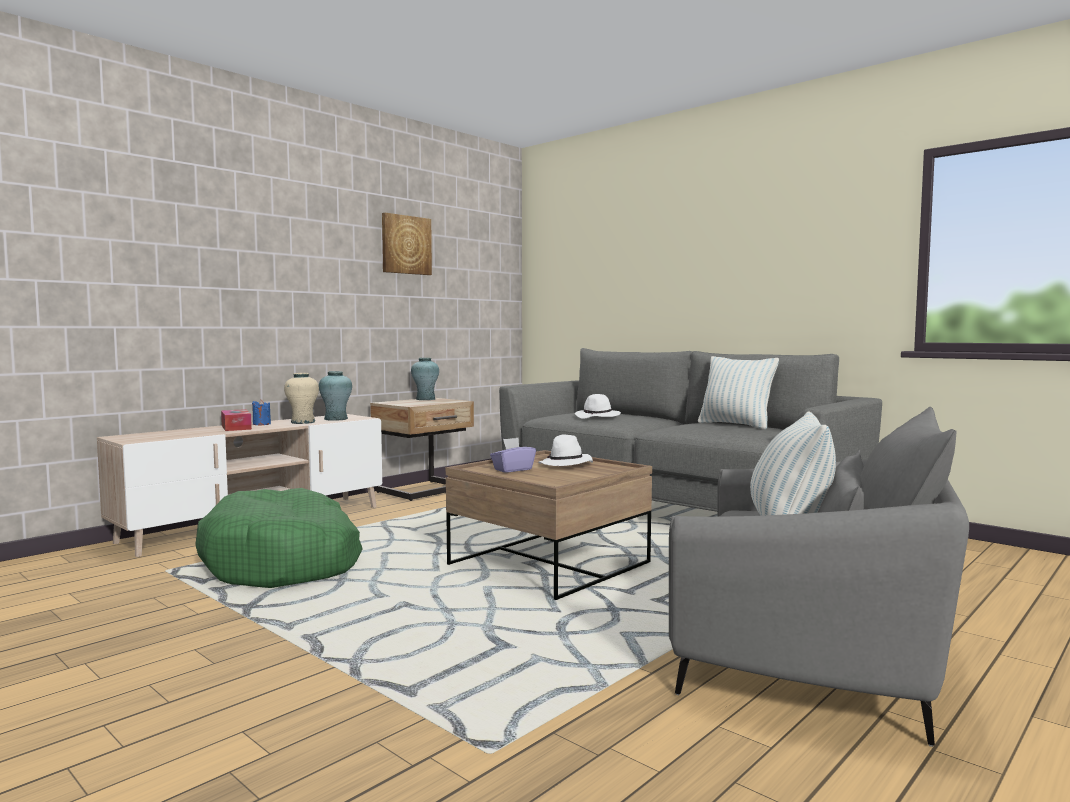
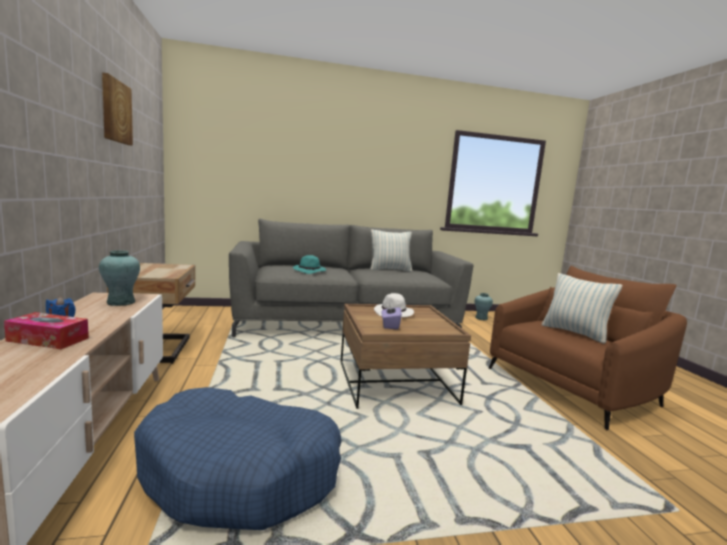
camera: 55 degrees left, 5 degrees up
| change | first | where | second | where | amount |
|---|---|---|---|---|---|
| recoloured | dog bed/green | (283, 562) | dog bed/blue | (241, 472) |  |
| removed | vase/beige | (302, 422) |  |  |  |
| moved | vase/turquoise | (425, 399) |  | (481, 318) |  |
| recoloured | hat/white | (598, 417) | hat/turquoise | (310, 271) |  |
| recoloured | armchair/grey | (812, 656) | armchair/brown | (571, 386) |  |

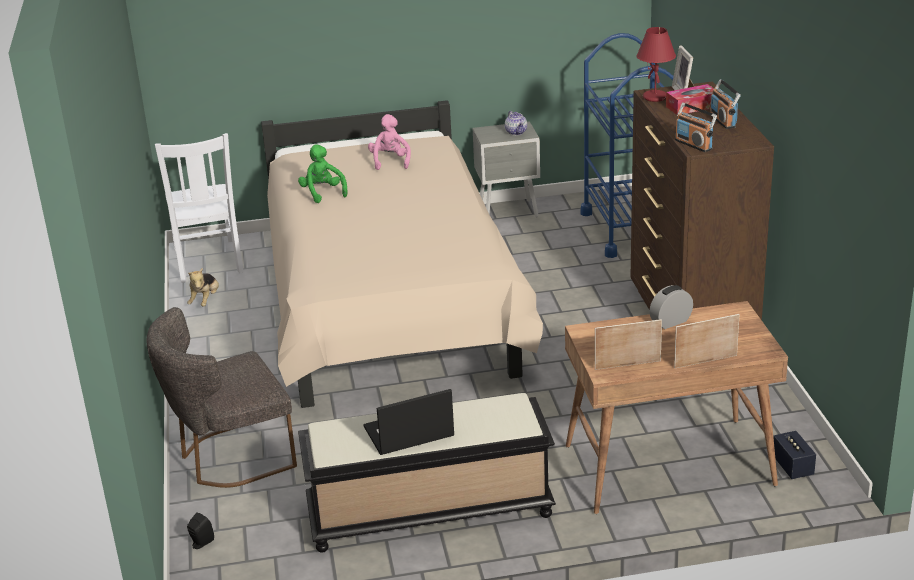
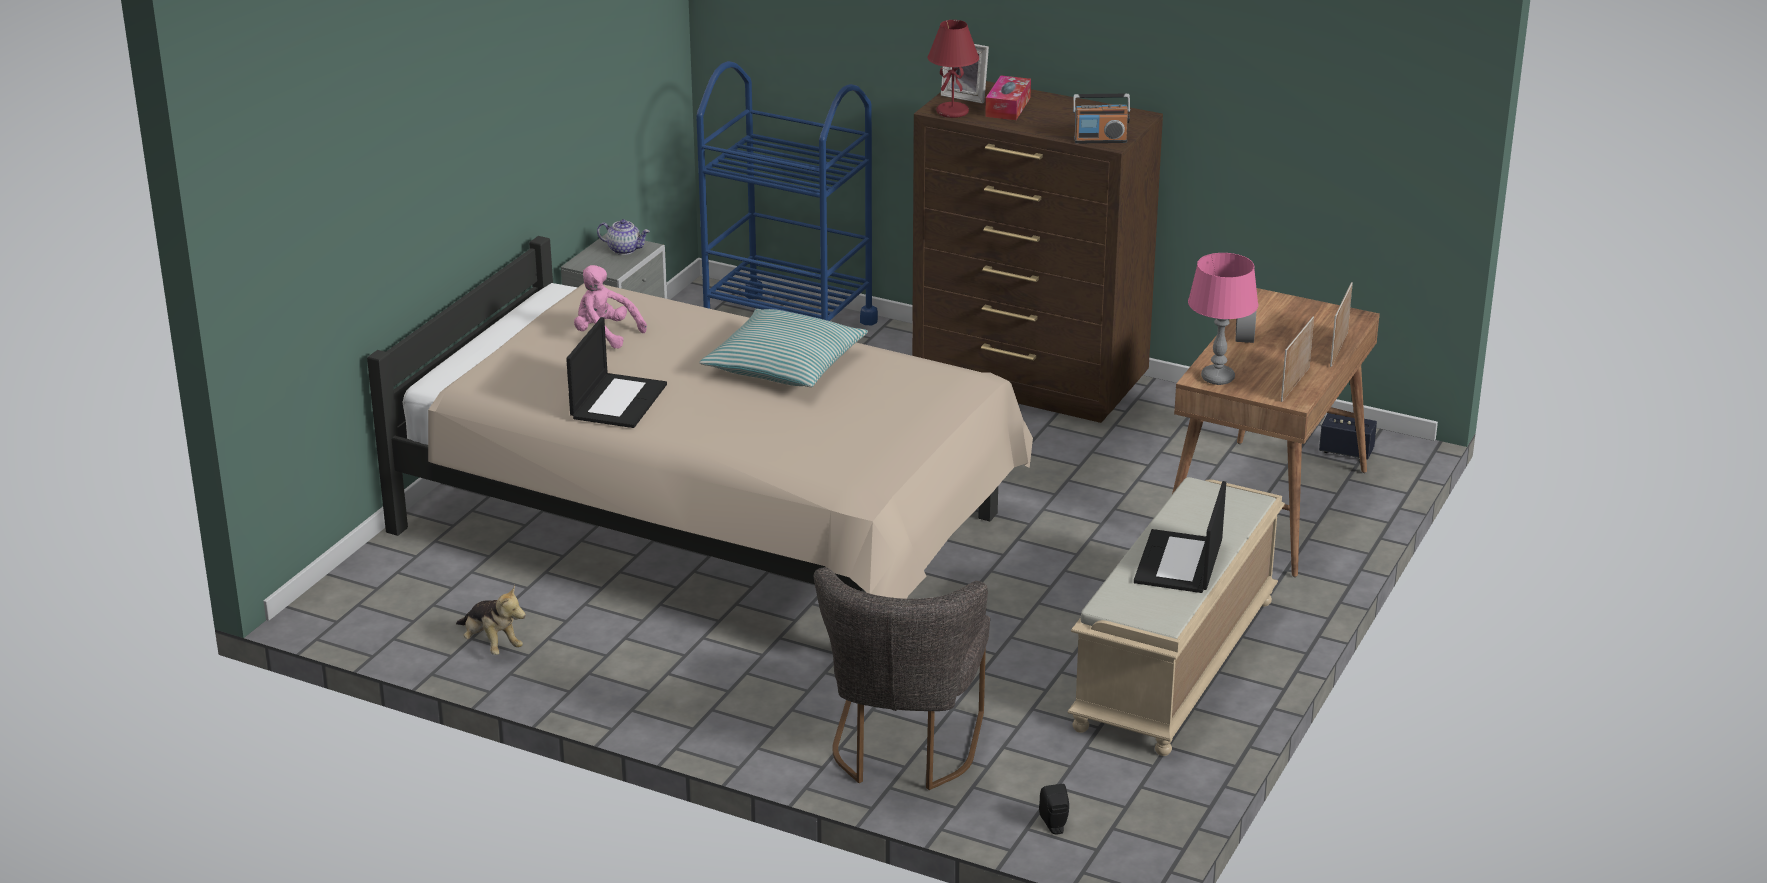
camera: 55 degrees left, 0 degrees up
| change | first | where | second | where | amount |
|---|---|---|---|---|---|
| removed | chair/white | (208, 262) |  |  |  |
| replaced | plush toy/green | (323, 193) | laptop | (618, 400) |  |
| recoloured | bench/black | (428, 512) | bench/beige | (1176, 665) |  |
| removed | radio | (723, 121) |  |  |  |
| added |  |  | pillow | (784, 365) |  |
| added |  |  | table lamp/pink | (1218, 378) |  |

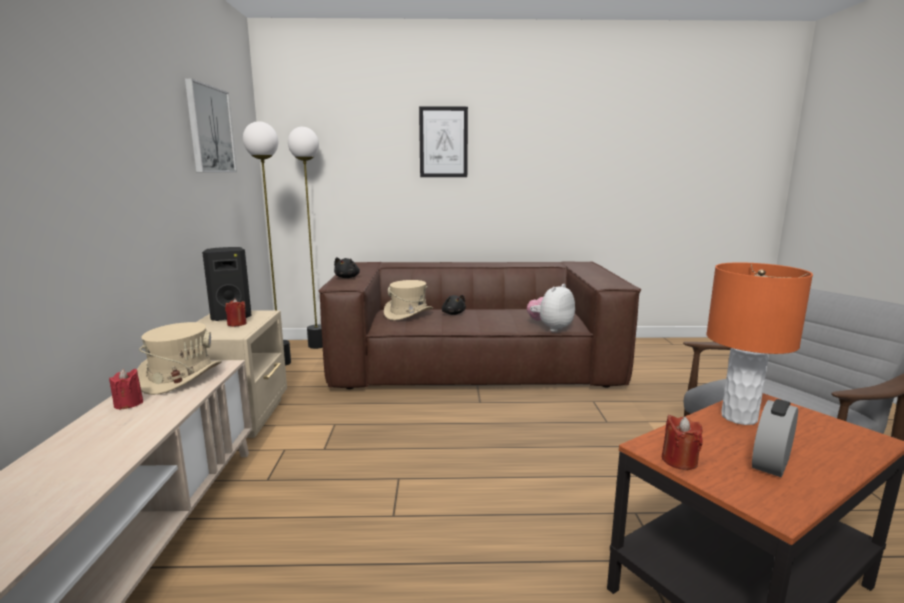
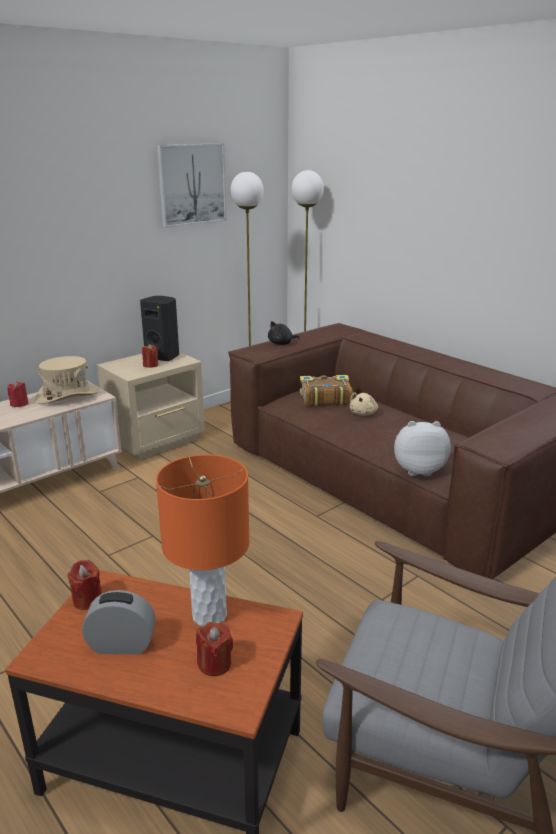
camera: 50 degrees right, 10 degrees up
| change | first | where | second | where | amount |
|---|---|---|---|---|---|
| replaced | hat/beige | (408, 314) | book | (324, 398) |  |
| removed | picture | (443, 142) |  |  |  |
| recoloured | plush toy/black | (453, 313) | plush toy/beige | (363, 413) |  |
| added |  |  | candle/red | (214, 664) |  |

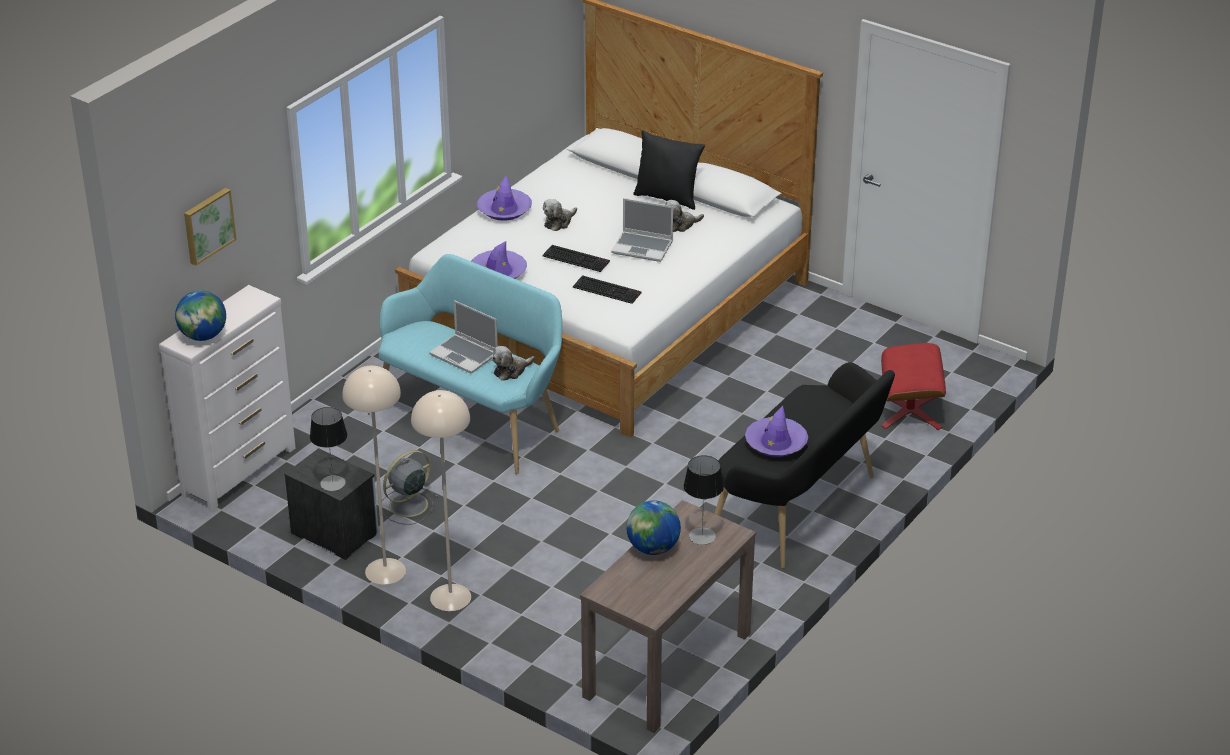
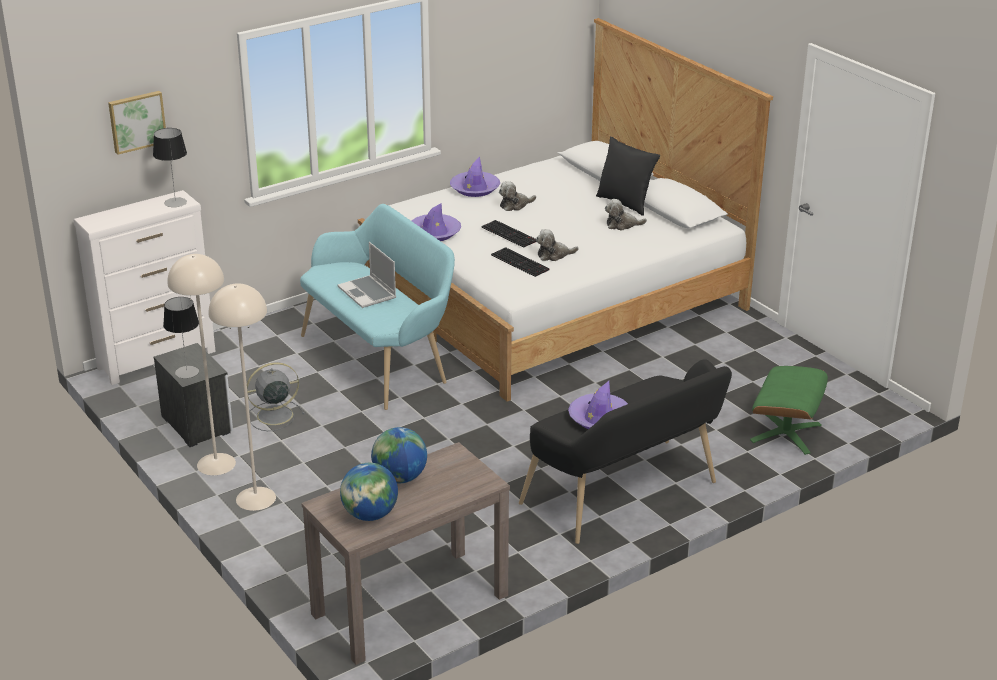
camera: 20 degrees right, 5 degrees down
| change | first | where | second | where | amount |
|---|---|---|---|---|---|
| moved | globe | (203, 336) |  | (370, 515) |  |
| moved | plush toy | (511, 371) |  | (554, 255) |  |
| removed | laptop | (643, 247) |  |  |  |
| moved | table lamp | (702, 536) |  | (175, 202) |  |
| recoloured | ottoman/red | (910, 411) | ottoman/green | (786, 433) |  |

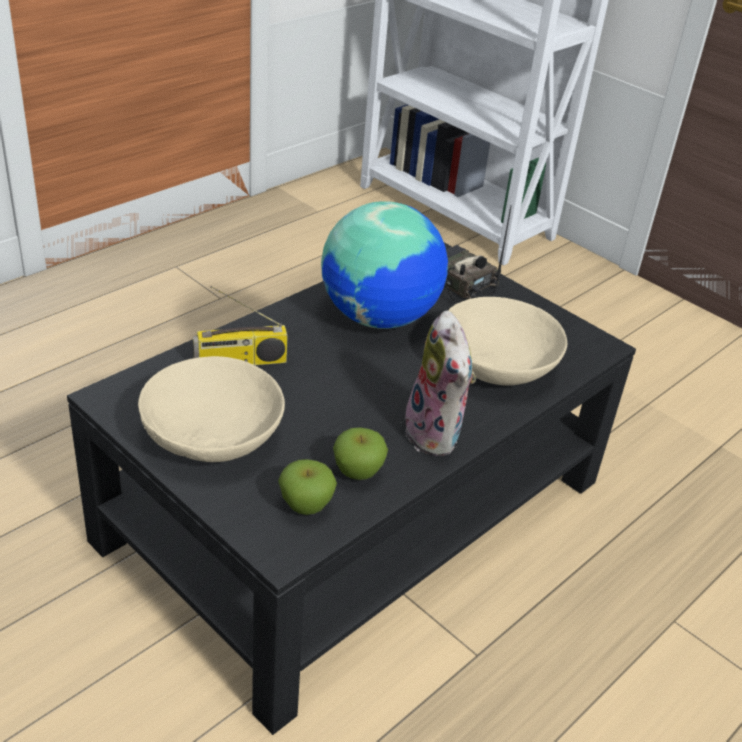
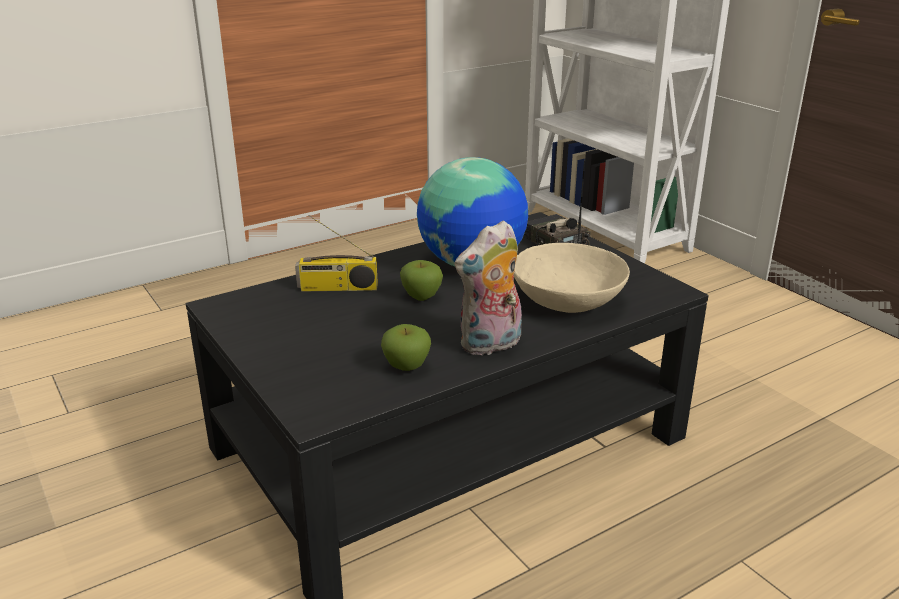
camera: 15 degrees right, 10 degrees down
| change | first | where | second | where | amount |
|---|---|---|---|---|---|
| removed | bowl/beige | (213, 436) |  |  |  |
| moved | apple | (306, 506) |  | (421, 297) |  |
| turned | plush toy | (437, 435) |  | (491, 345) | 60 degrees clockwise |

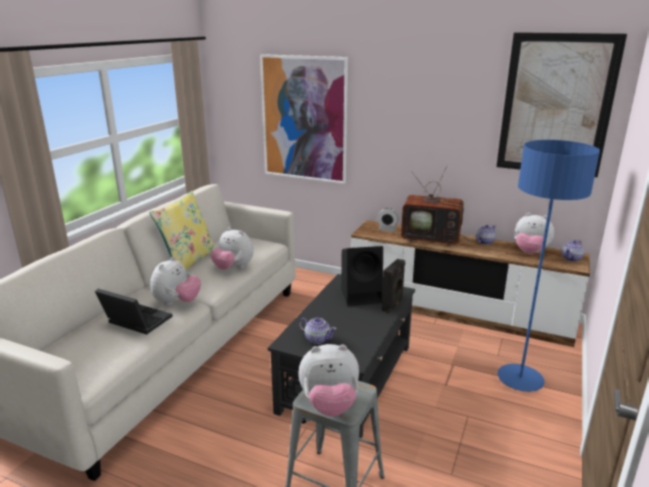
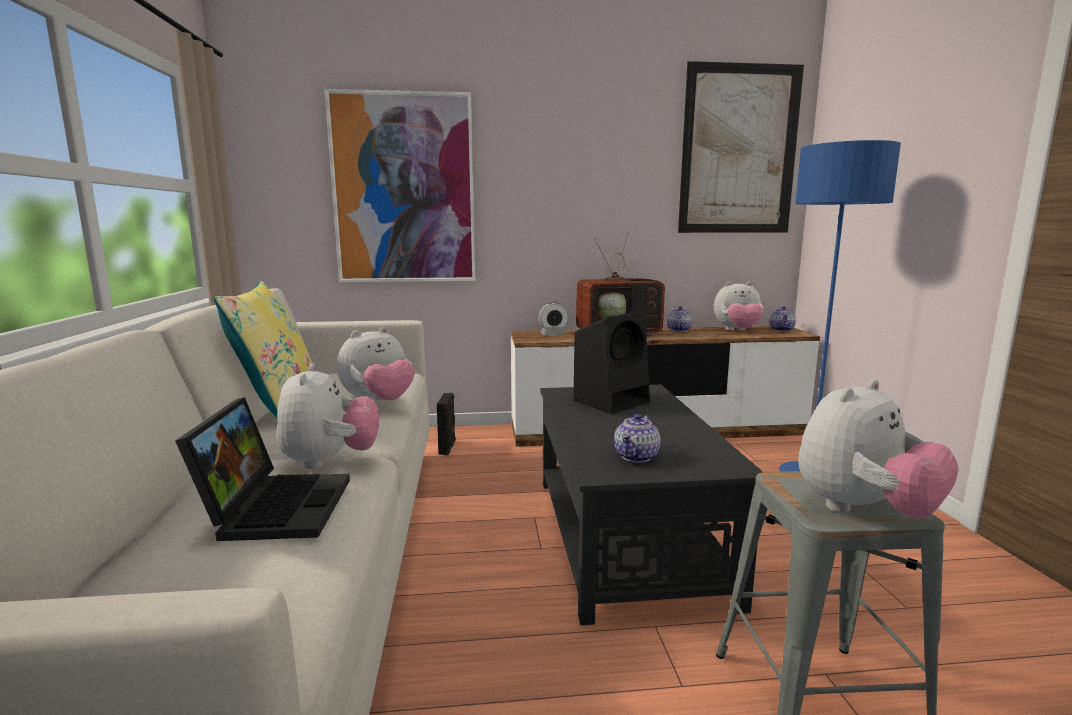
camera: 30 degrees left, 10 degrees down
| change | first | where | second | where | amount |
|---|---|---|---|---|---|
| turned | laptop | (135, 322) |  | (276, 506) | 90 degrees clockwise |
| turned | plush toy | (233, 268) |  | (379, 402) | 45 degrees counterclockwise |
| turned | teapot | (317, 339) |  | (637, 456) | 120 degrees clockwise |
| moved | speaker/black | (393, 305) |  | (448, 448) |  |

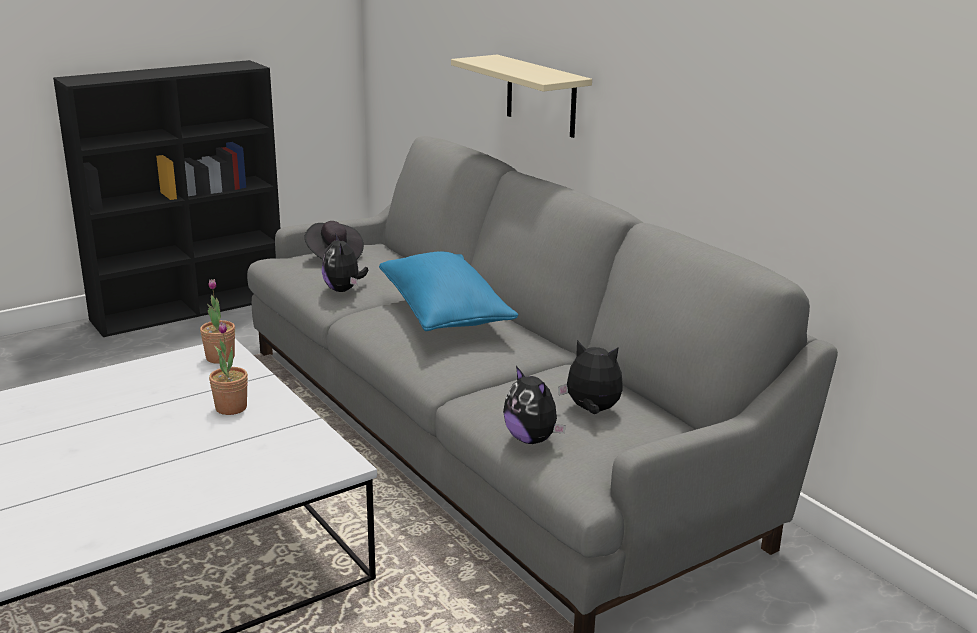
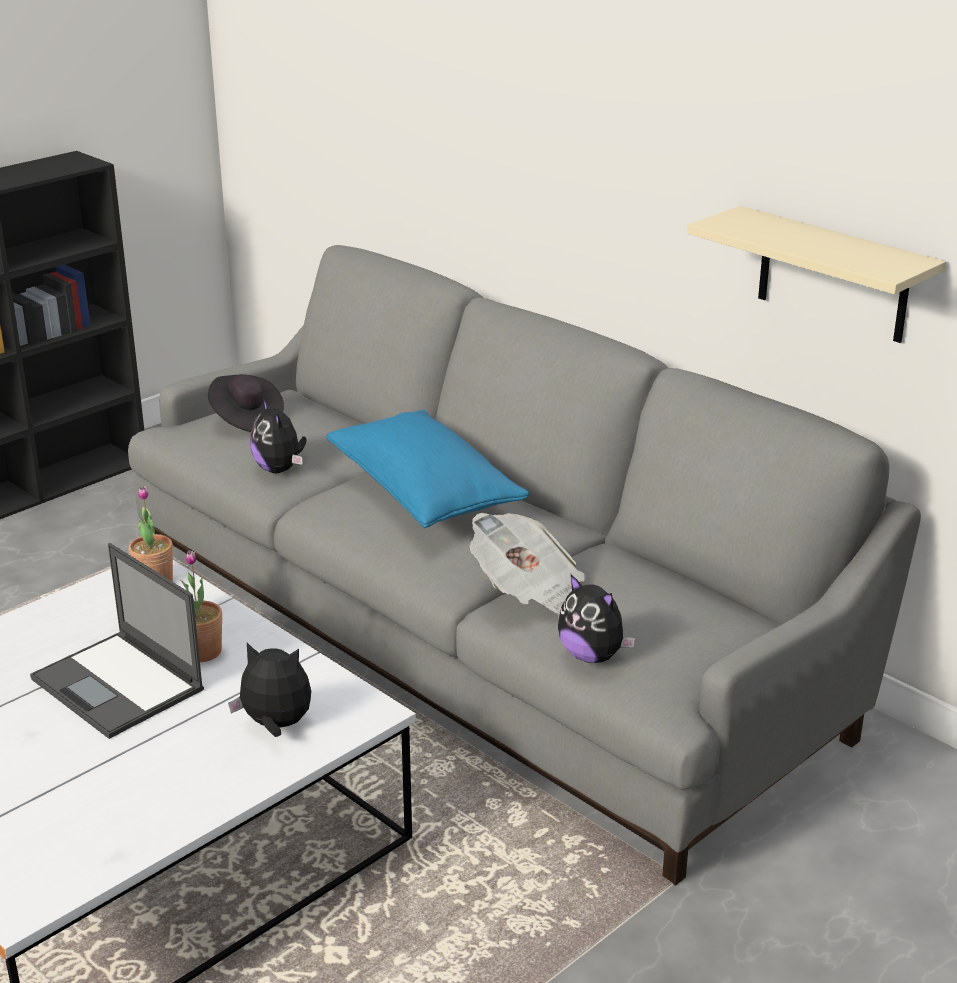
camera: 10 degrees left, 5 degrees up
| change | first | where | second | where | amount |
|---|---|---|---|---|---|
| moved | shelf/beige | (541, 96) |  | (833, 276) |  |
| moved | plush toy | (591, 411) |  | (276, 725) |  |
| added |  |  | laptop | (119, 685) |  |
| added |  |  | newspaper | (529, 592) |  |

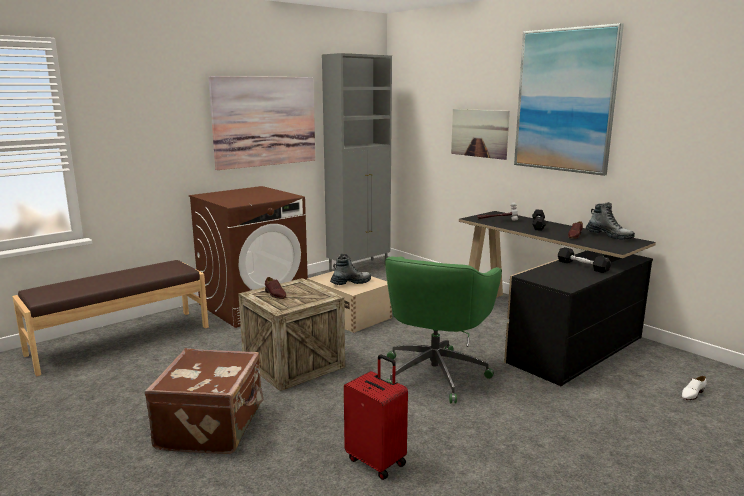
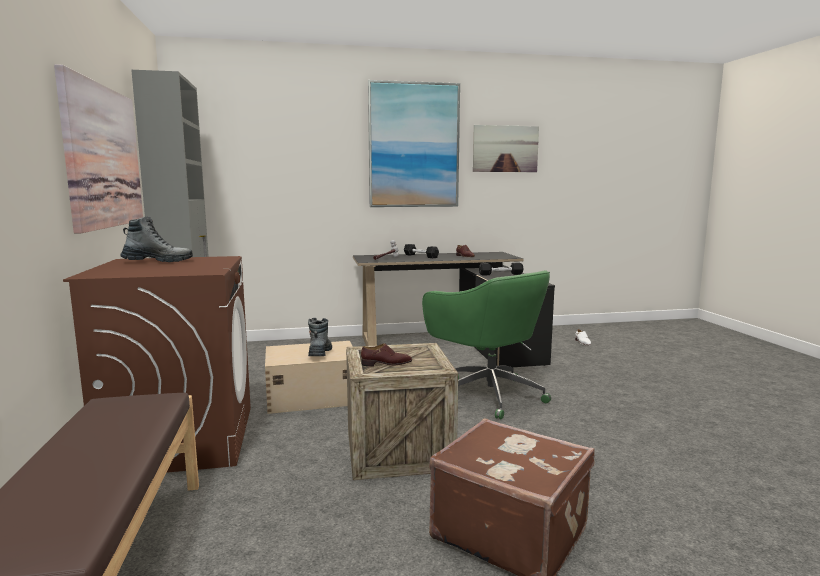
camera: 60 degrees left, 5 degrees down
| change | first | where | second | where | amount |
|---|---|---|---|---|---|
| removed | suitcase/red | (377, 461) |  |  |  |
| moved | picture | (479, 133) |  | (505, 149) |  |
| moved | boot | (609, 236) |  | (158, 261) |  |

